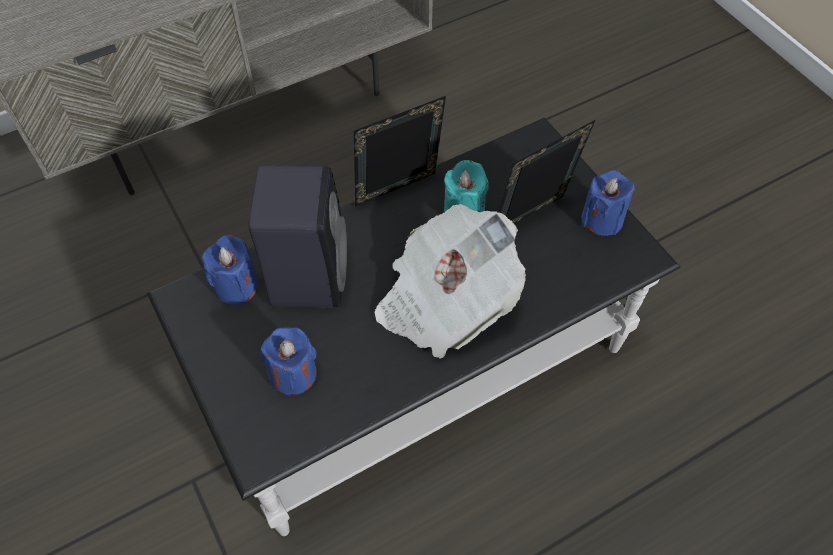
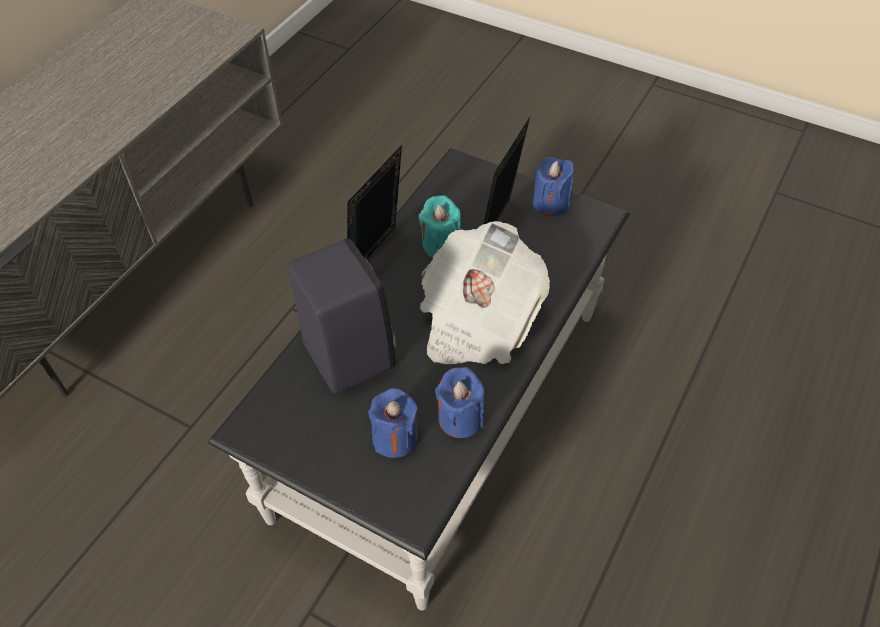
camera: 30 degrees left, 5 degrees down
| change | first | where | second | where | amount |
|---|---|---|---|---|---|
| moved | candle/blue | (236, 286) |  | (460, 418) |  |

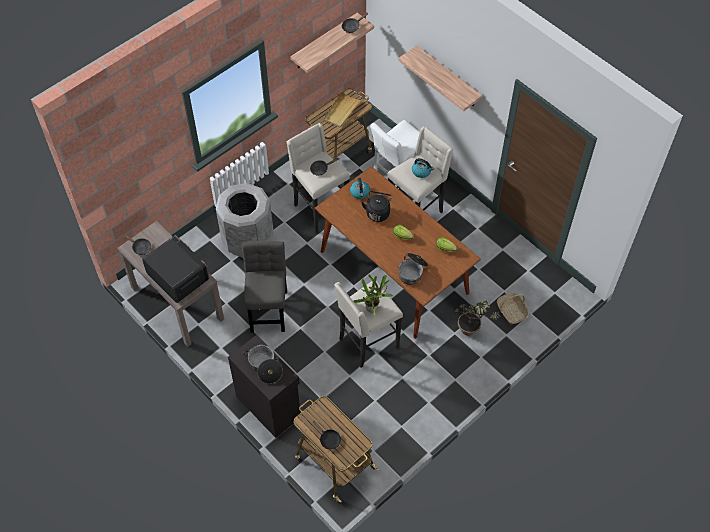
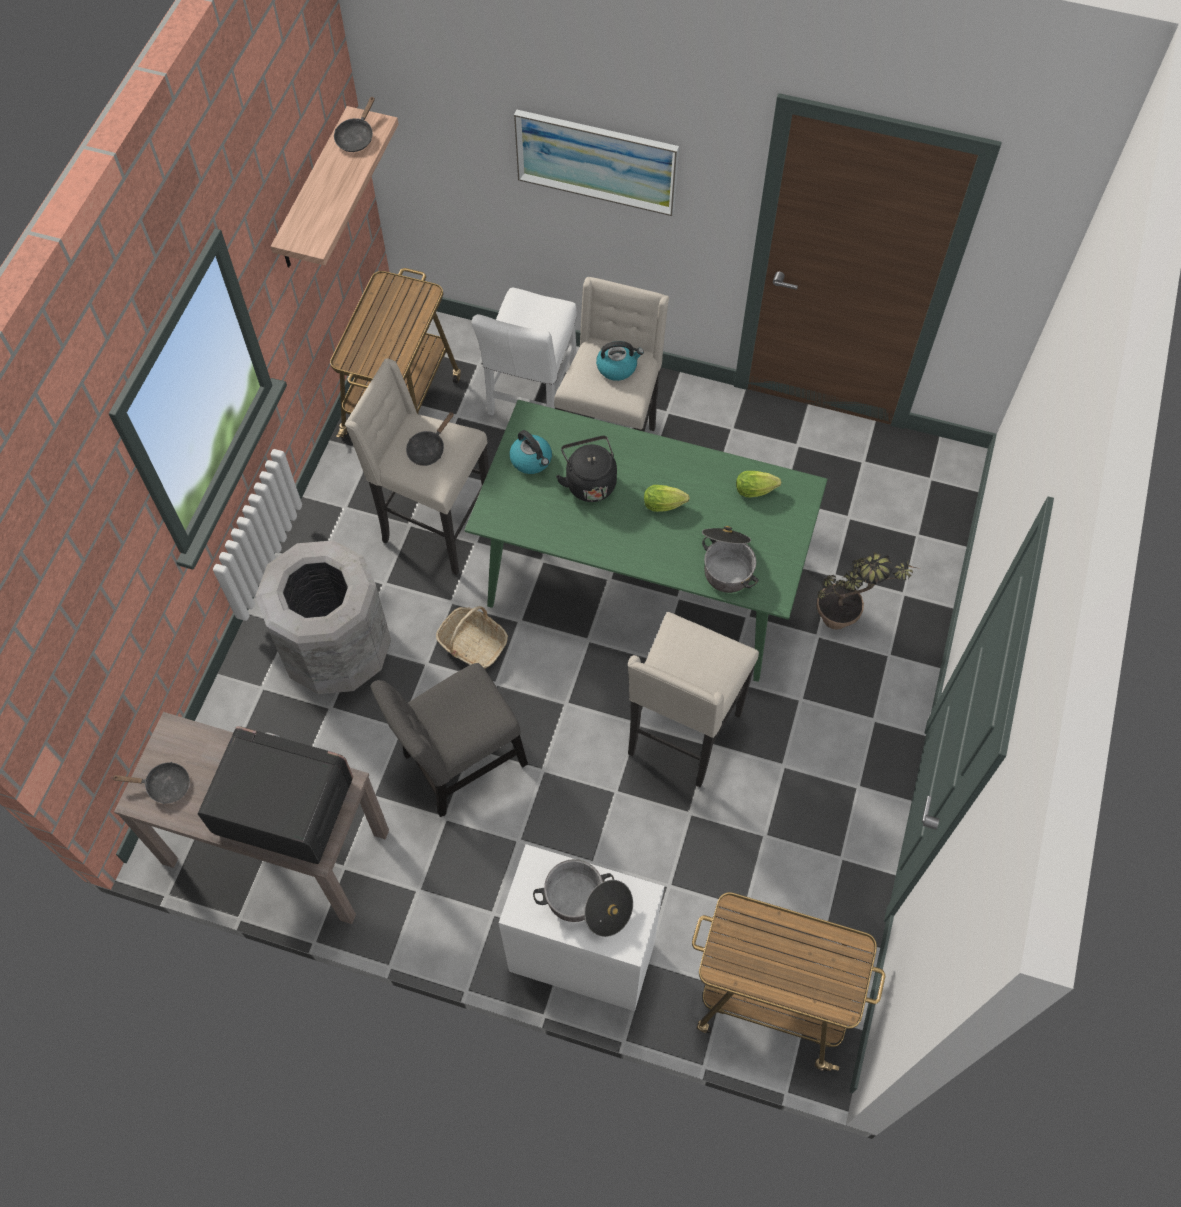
camera: 30 degrees left, 5 degrees up
| change | first | where | second | where | amount |
|---|---|---|---|---|---|
| recoloured | cabinet/black | (269, 405) | cabinet/white | (581, 954) |  |
| turned | chair/grey | (268, 308) |  | (459, 764) | 90 degrees counterclockwise |
| removed | frying pan/black | (328, 439) |  |  |  |
| recoloured | dining table/brown | (394, 272) | dining table/green | (644, 578) |  |
| removed | tray/beige | (341, 111) |  |  |  |
| removed | potted plant | (373, 307) |  |  |  |
| replaced | shelf | (448, 77) | picture | (596, 161) |  |
| moved | basket | (511, 311) |  | (472, 644) |  |

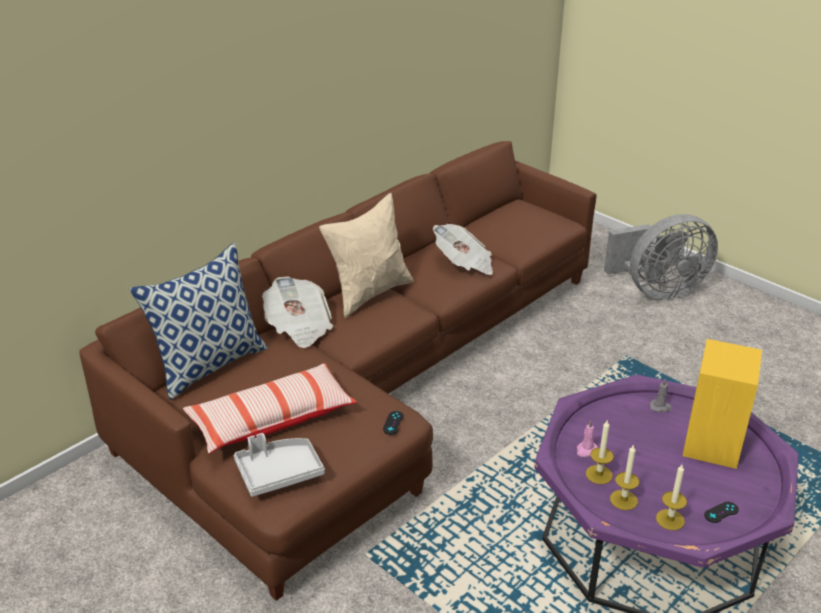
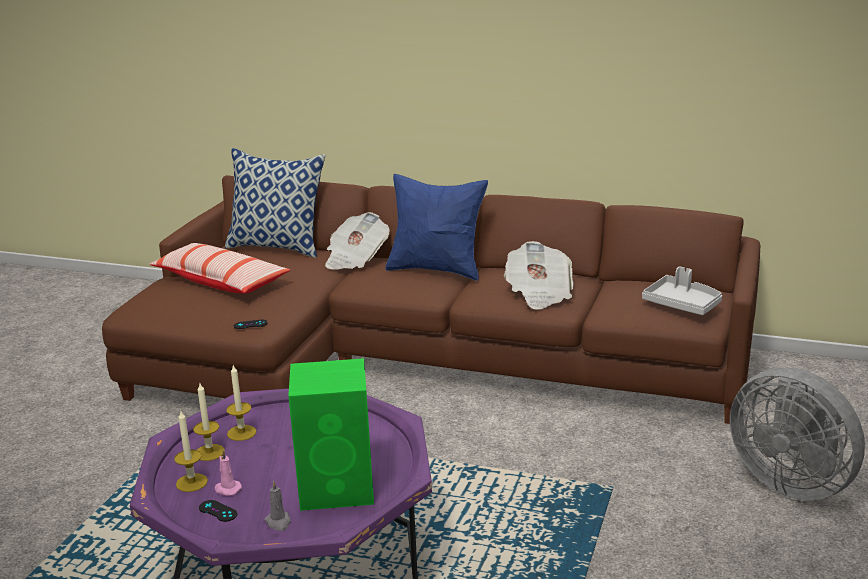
camera: 65 degrees right, 10 degrees down
| change | first | where | second | where | amount |
|---|---|---|---|---|---|
| moved | tray/grey | (279, 473) |  | (682, 304) |  |
| recoloured | pillow/beige | (369, 293) | pillow/blue | (437, 269) |  |
| moved | candle/pink | (586, 450) |  | (227, 489) |  |
| moved | candle/grey | (660, 407) |  | (278, 522) |  |
| recoloured | speaker/yellow | (712, 442) | speaker/green | (339, 488) |  |

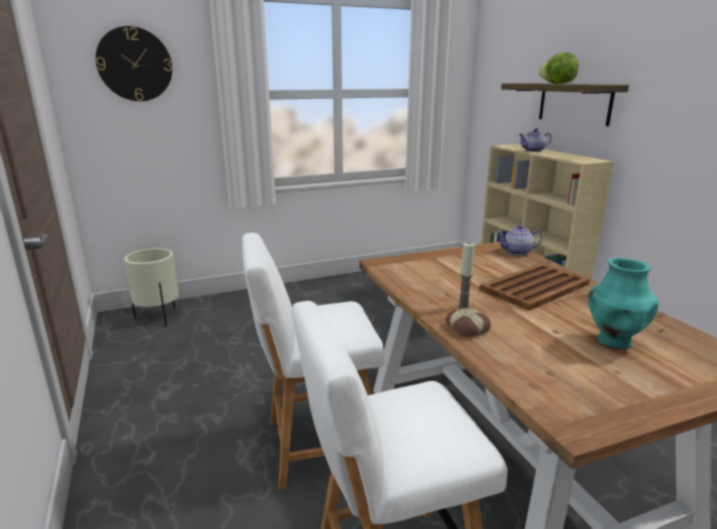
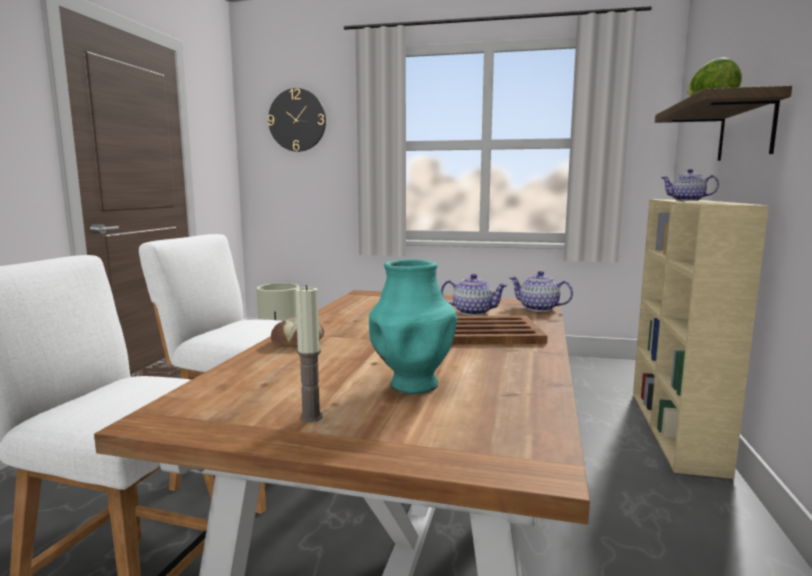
camera: 35 degrees right, 10 degrees down
| change | first | where | second | where | amount |
|---|---|---|---|---|---|
| moved | candle | (463, 307) |  | (311, 417) |  |
| added |  |  | teapot | (472, 312) |  |

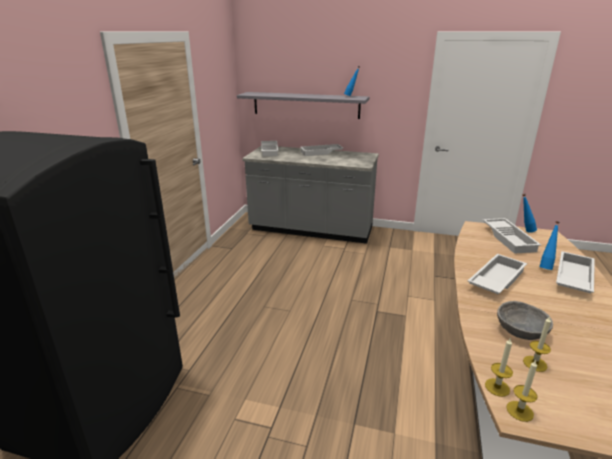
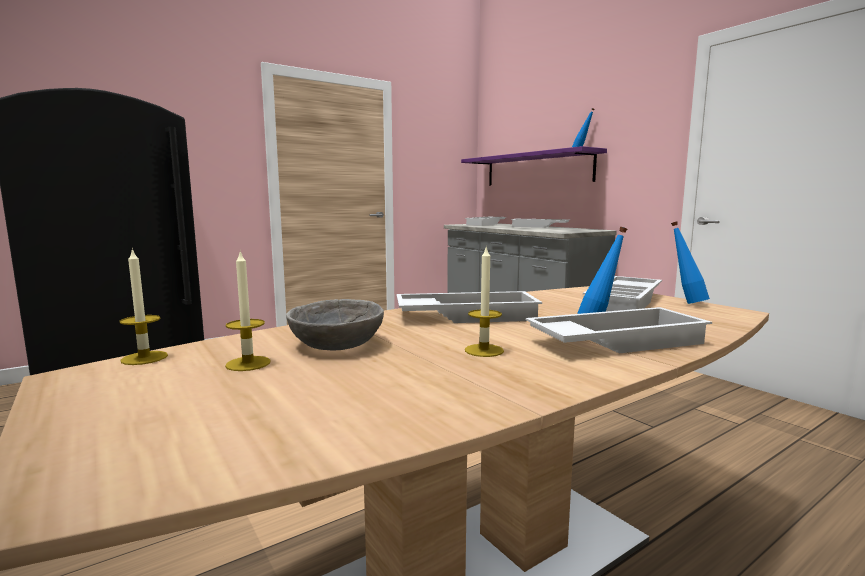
camera: 40 degrees right, 15 degrees down
| change | first | where | second | where | amount |
|---|---|---|---|---|---|
| recoloured | shelf/grey | (306, 105) | shelf/purple | (536, 169) |  |
| moved | candle | (519, 411) |  | (484, 350) |  |

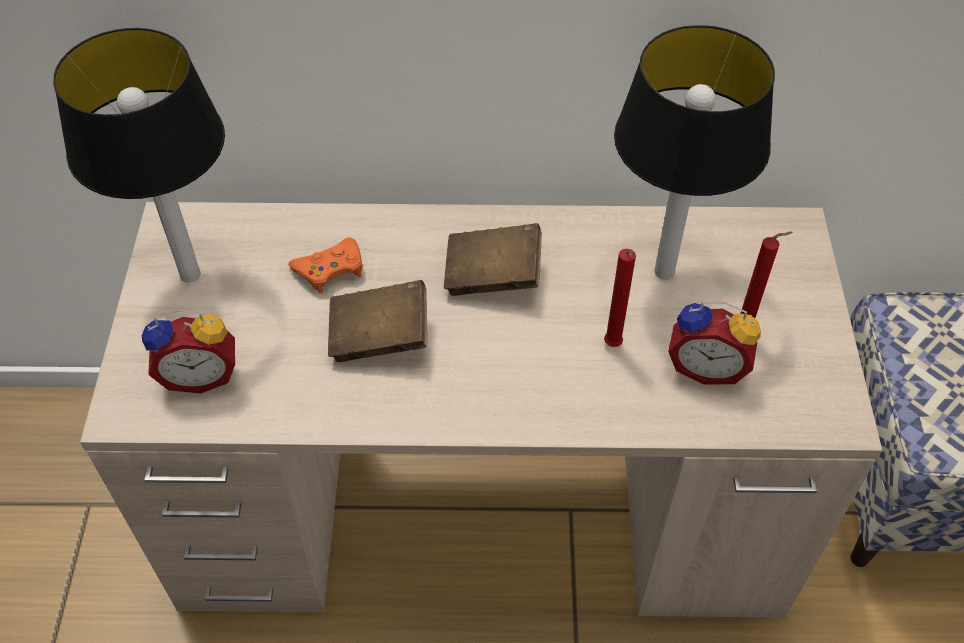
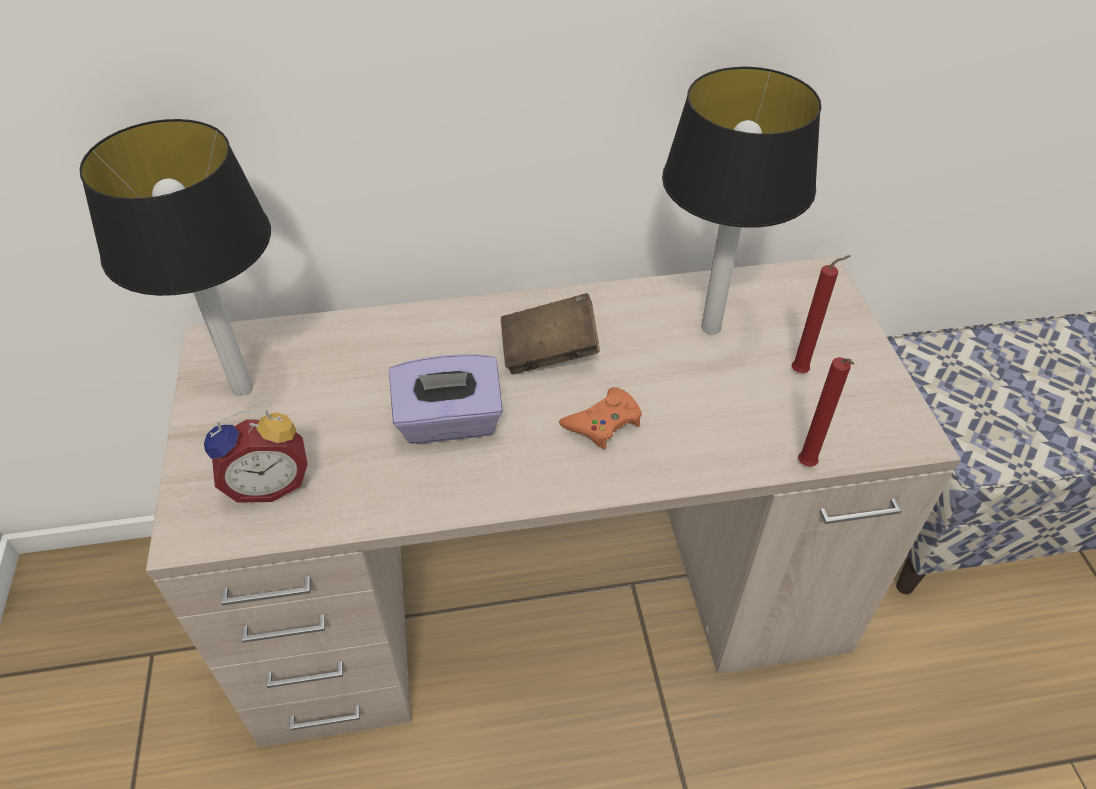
camera: 10 degrees left, 5 degrees down
| change | first | where | second | where | amount |
|---|---|---|---|---|---|
| moved | game controller/orange | (330, 269) |  | (603, 422) |  |
| replaced | book/brown | (379, 337) | tissue box/purple | (449, 422) |  |
| moved | candle/red | (612, 346) |  | (807, 467) |  |
| removed | alarm clock | (706, 366) |  |  |  |

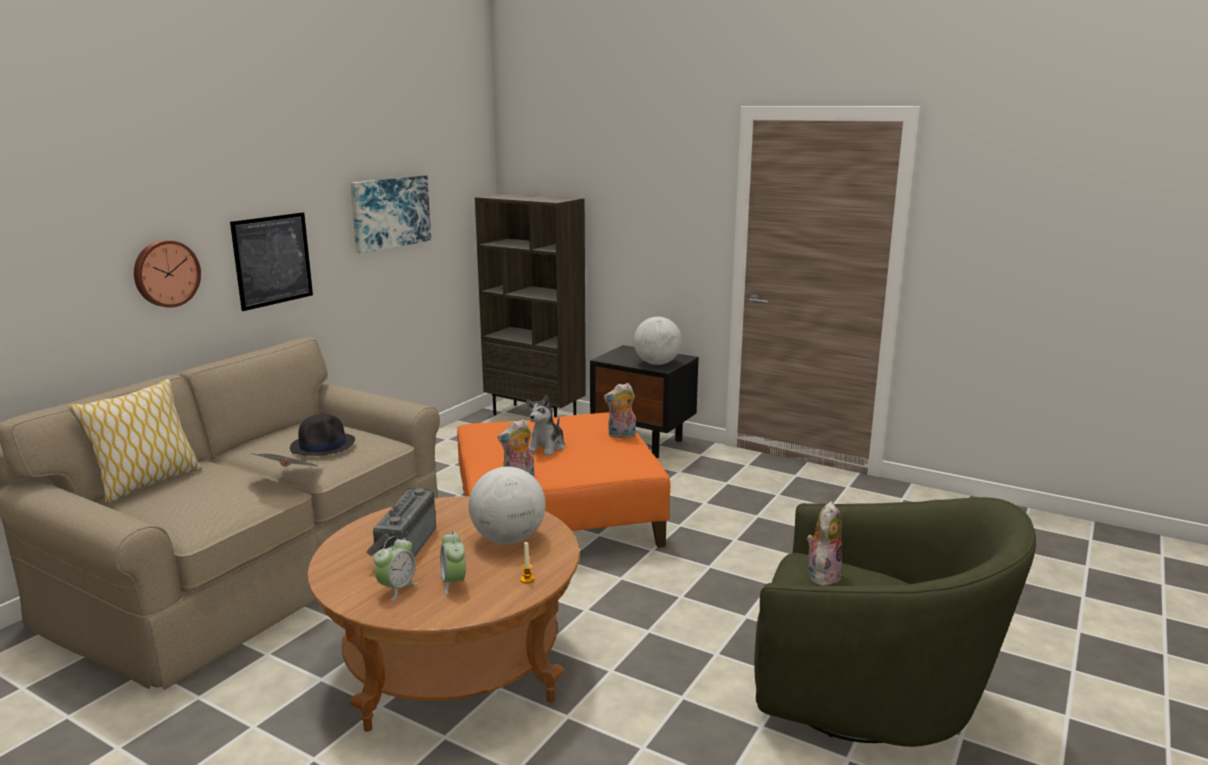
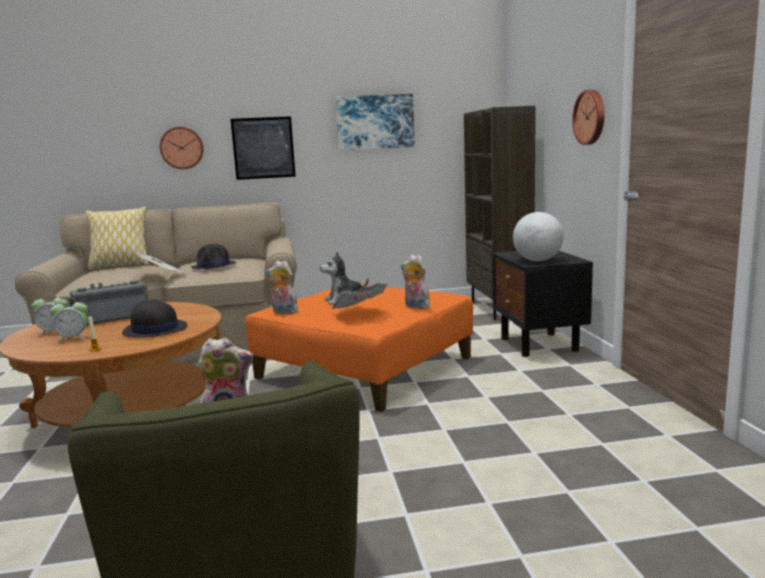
camera: 50 degrees right, 5 degrees down
| change | first | where | second | where | amount |
|---|---|---|---|---|---|
| turned | alarm clock | (454, 583) |  | (73, 339) | 135 degrees counterclockwise |
| replaced | globe | (508, 539) | hat/black | (154, 330) |  |
| added |  |  | newspaper | (359, 312) |  |
| added |  |  | wall clock | (591, 117) |  |

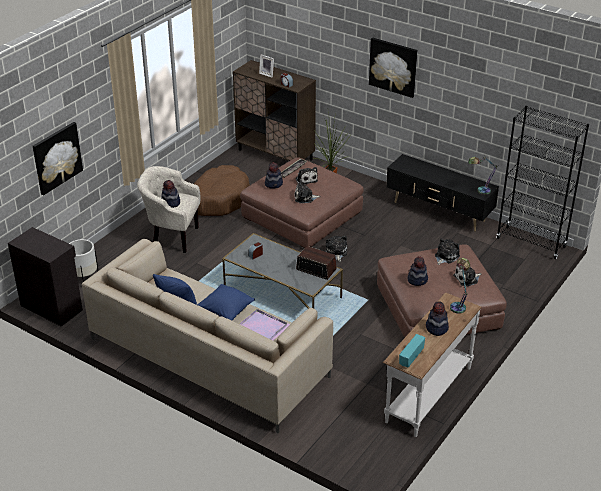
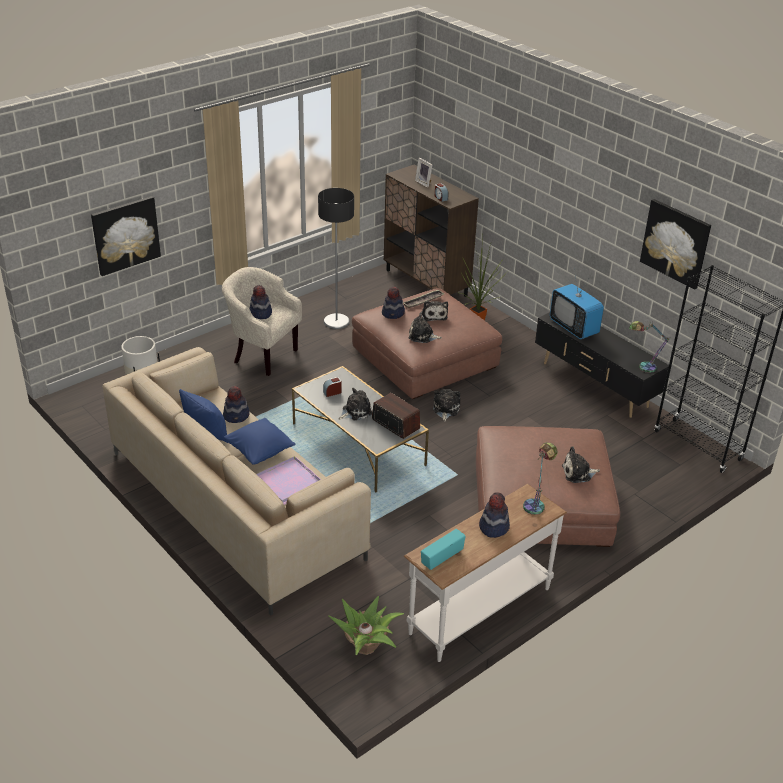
camera: 15 degrees right, 0 degrees up
| change | first | where | second | where | amount |
|---|---|---|---|---|---|
| removed | cabinet/black | (52, 307) |  |  |  |
| replaced | dog bed/brown | (219, 199) | floor lamp | (336, 322) |  |
| moved | picture | (393, 67) |  | (675, 243) |  |
| moved | hat | (417, 280) |  | (236, 416) |  |
| moved | plush toy | (445, 256) |  | (355, 411) |  |
| added |  |  | potted plant | (366, 647) |  |
| added |  |  | television | (574, 328) |  |

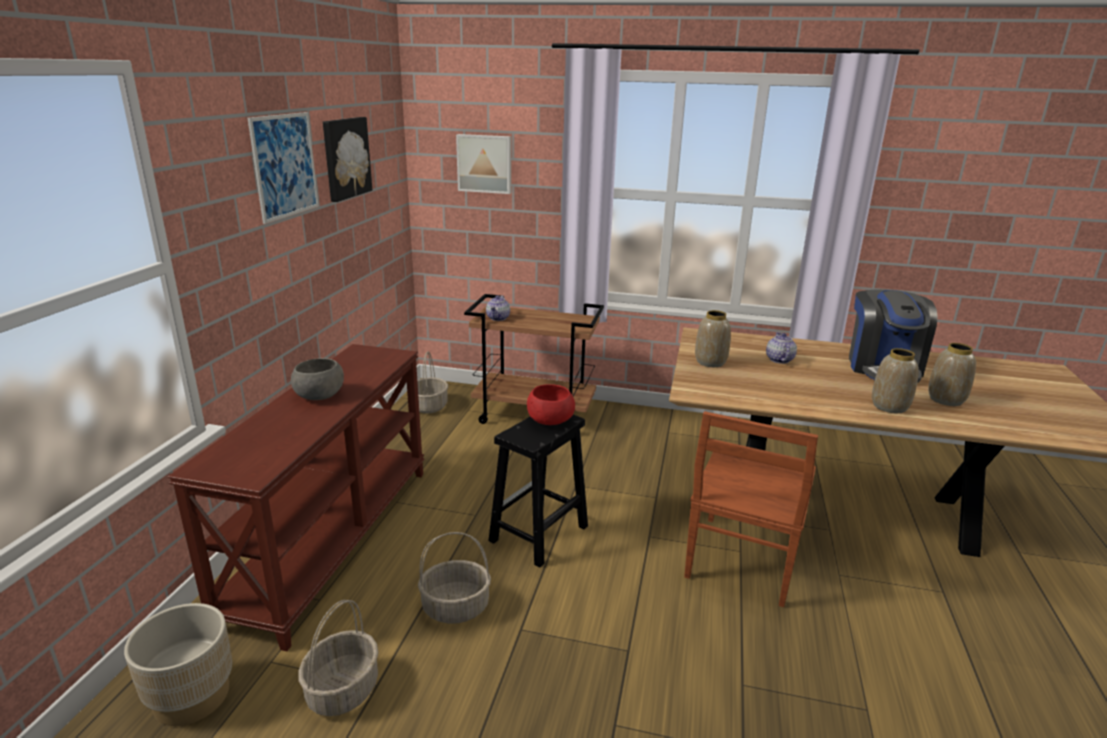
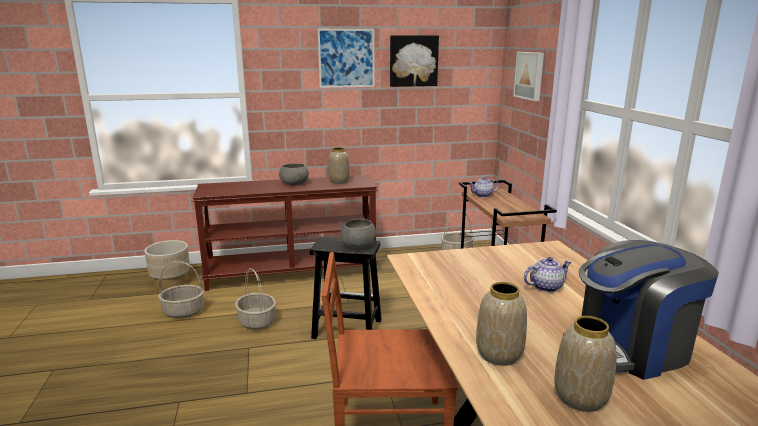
camera: 65 degrees right, 5 degrees down
| change | first | where | second | where | amount |
|---|---|---|---|---|---|
| recoloured | bowl/red | (549, 420) | bowl/grey | (358, 245) |  |
| moved | vase | (711, 362) |  | (339, 181) |  |

